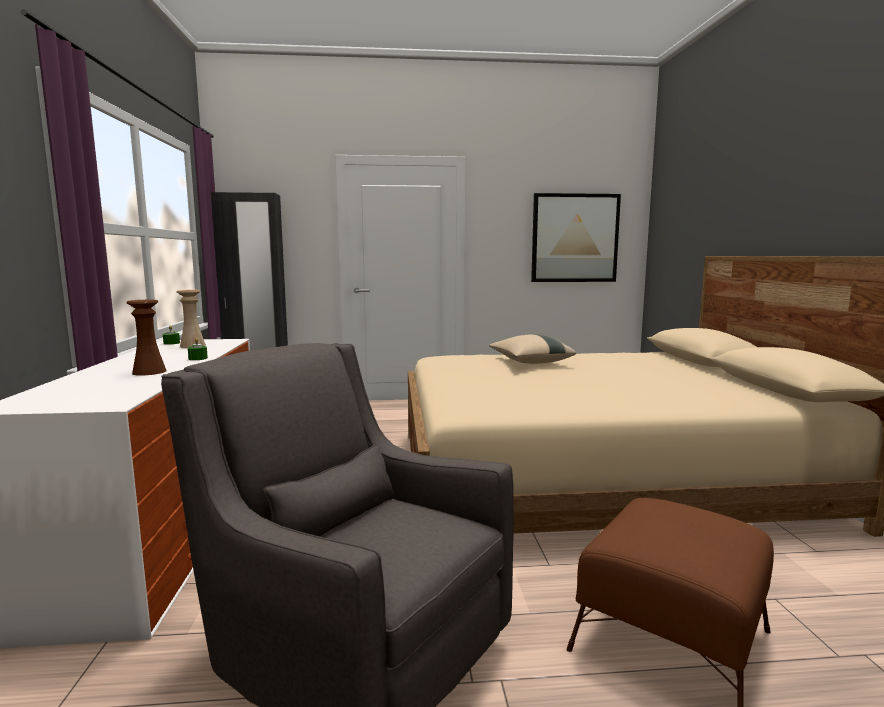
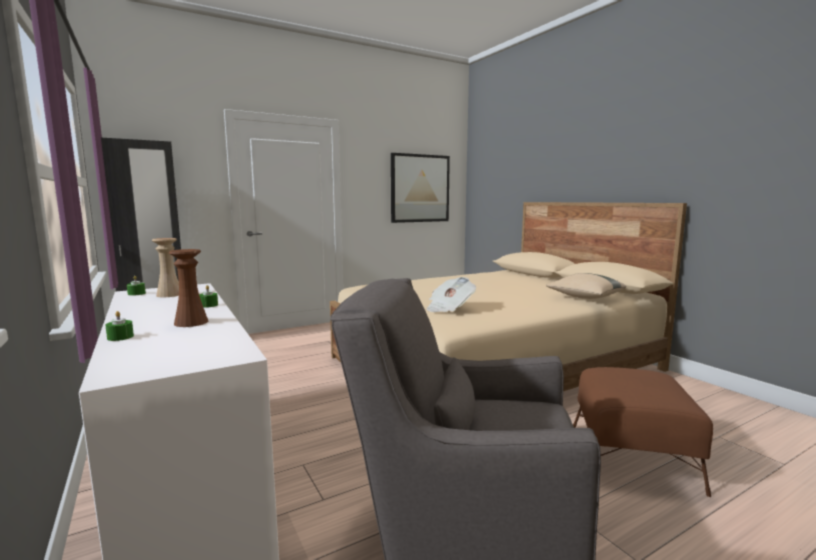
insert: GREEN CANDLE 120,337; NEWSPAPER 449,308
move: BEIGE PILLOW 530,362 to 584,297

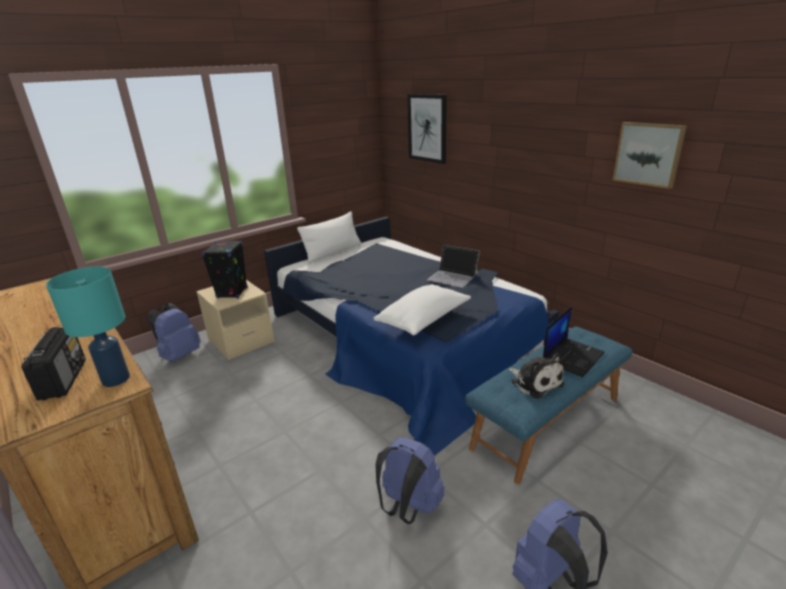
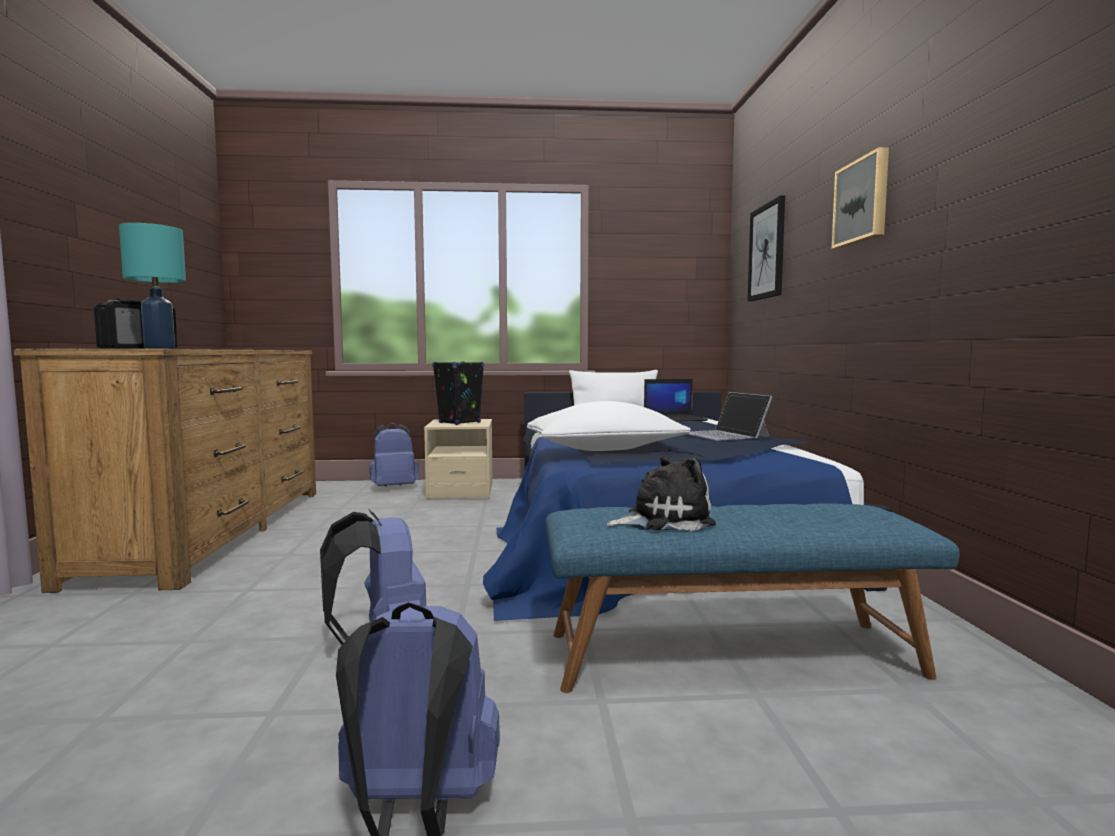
move: LAPTOP 572,357 to 675,419; PICTURE 648,154 to 863,201
rotate: PLUSH TOY 535,382 = 663,520 105 degrees counterclockwise

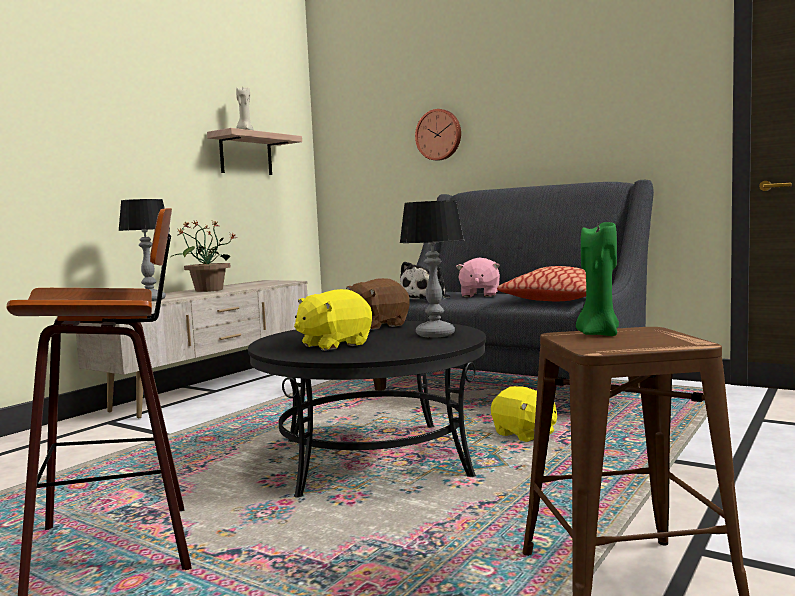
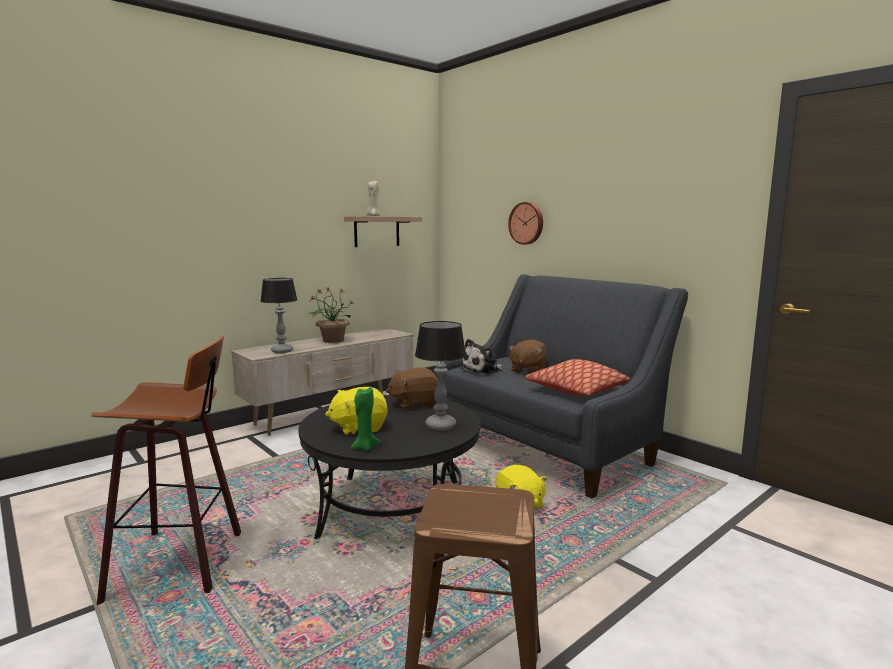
move: GREEN CANDLE 598,334 to 365,447
recolor: PINK PLUSH TOY 479,295 to BROWN PLUSH TOY 527,370

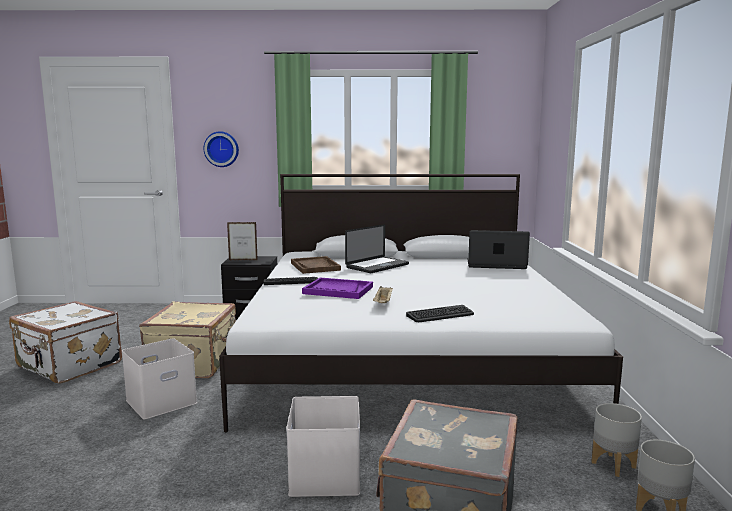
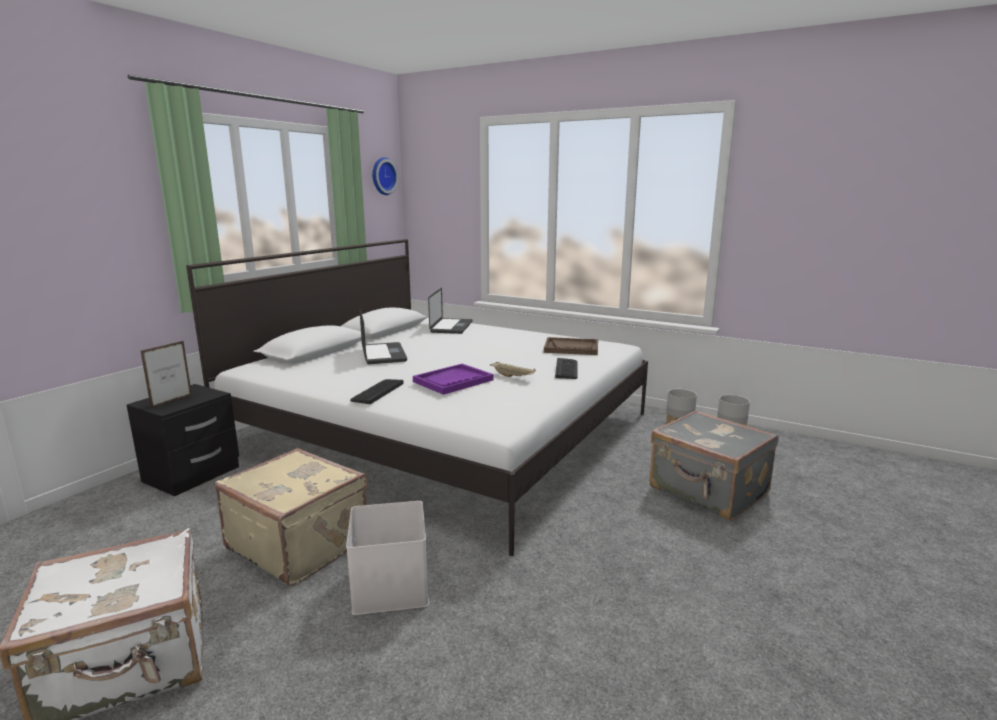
delete: WHITE STORAGE BOX 327,476
move: WALL CLOCK 221,149 to 382,176; BROWN TRAY 315,266 to 571,348
rotate: LAPTOP 496,265 = 451,327 150 degrees clockwise

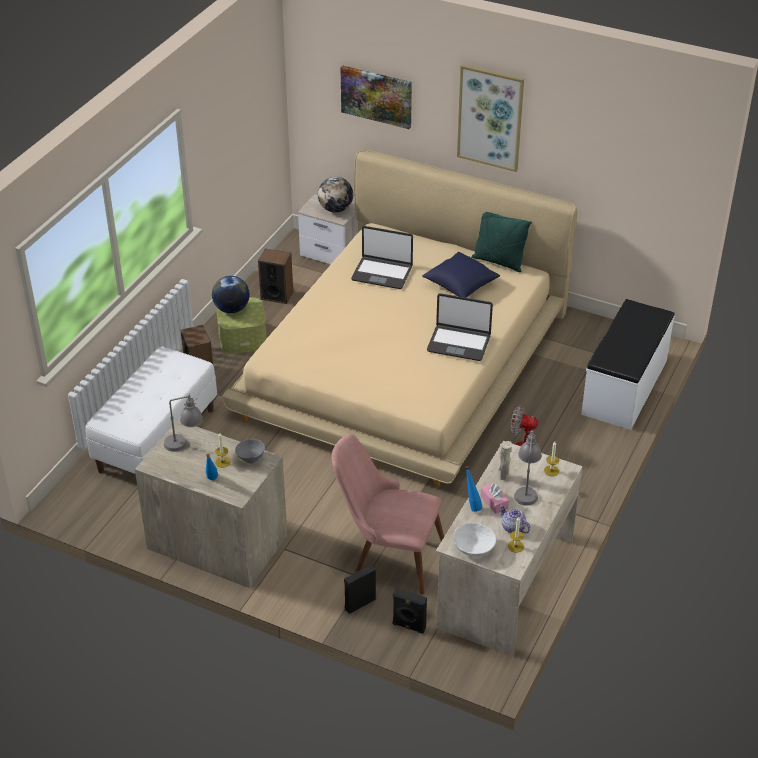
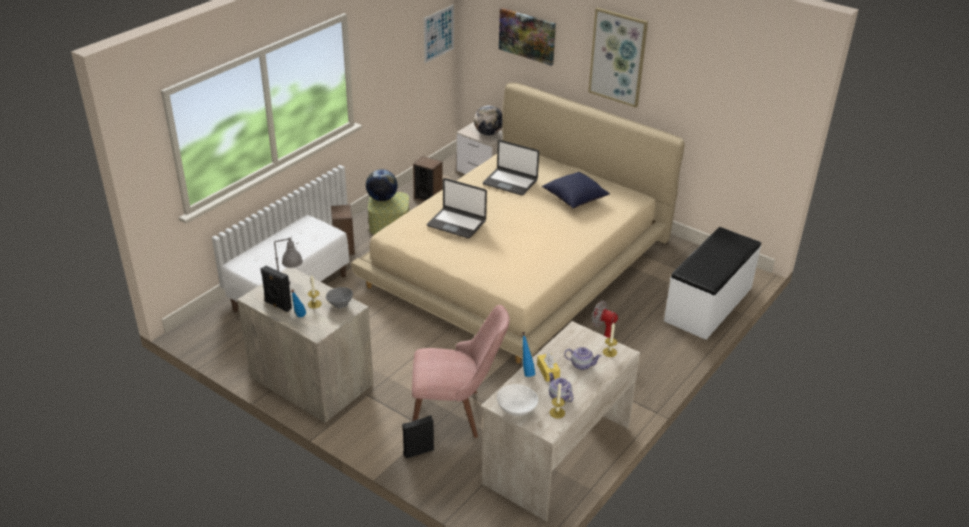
delete: GREEN PILLOW 498,262; BEIGE VASE 503,476
insert: PICTURE 439,33
move: BLACK SPEAKER 408,626 to 277,305; LAPTOP 459,343 to 457,223
replace: GREY TABLE LAMP 526,489 to TEAPOT 581,364
recolor: PINK TISSUE BOX 494,502 to YELLOW TISSUE BOX 548,371
rotate: PINK CHAIR 387,555 = 456,413 150 degrees clockwise

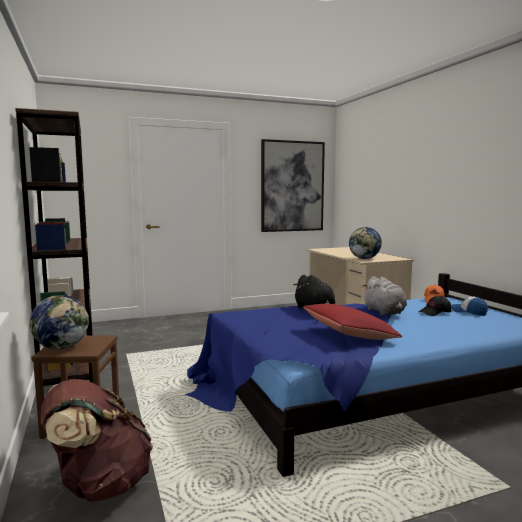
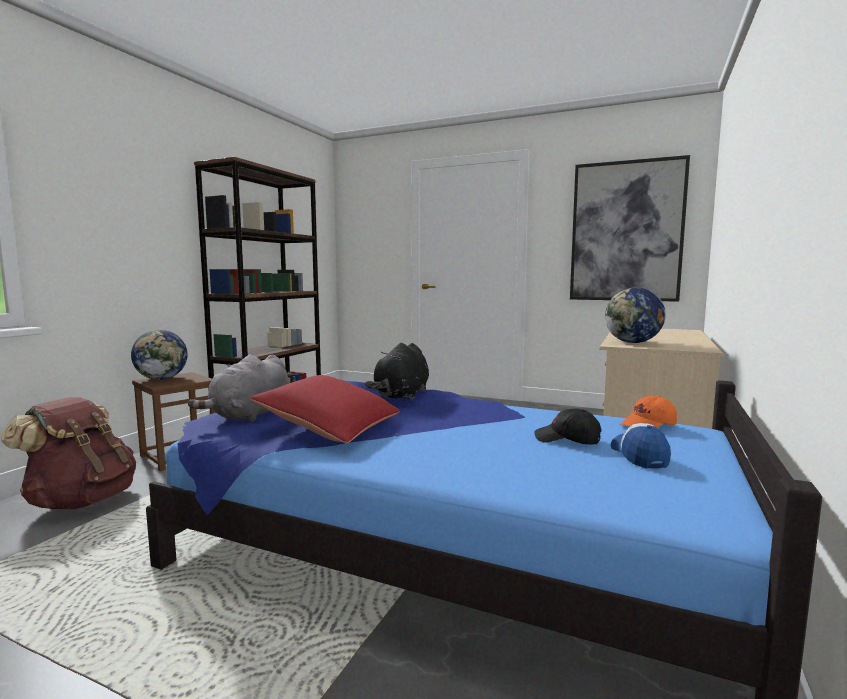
move: GREY PLUSH TOY 385,312 to 250,415

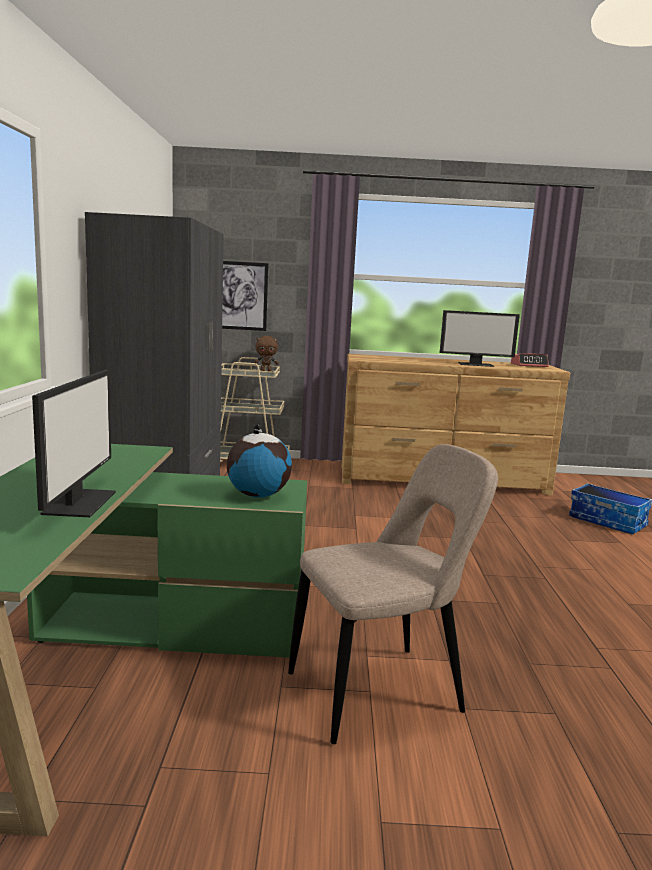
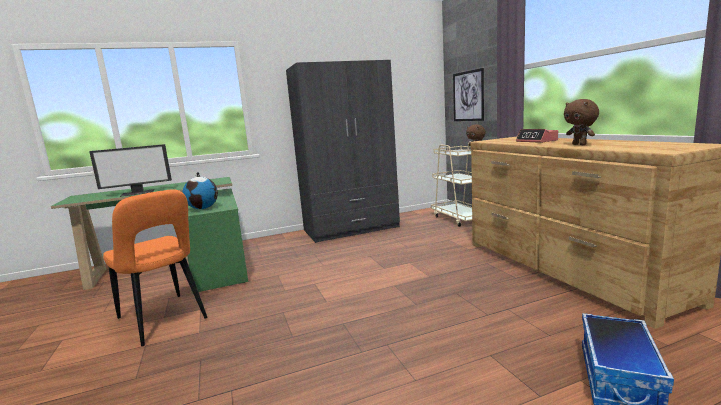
move: ALARM CLOCK 529,365 to 536,141
replace: MONITOR 476,364 to BROWN PLUSH TOY 580,144
recolor: BEIGE CHAIR 382,691 to ORANGE CHAIR 164,320

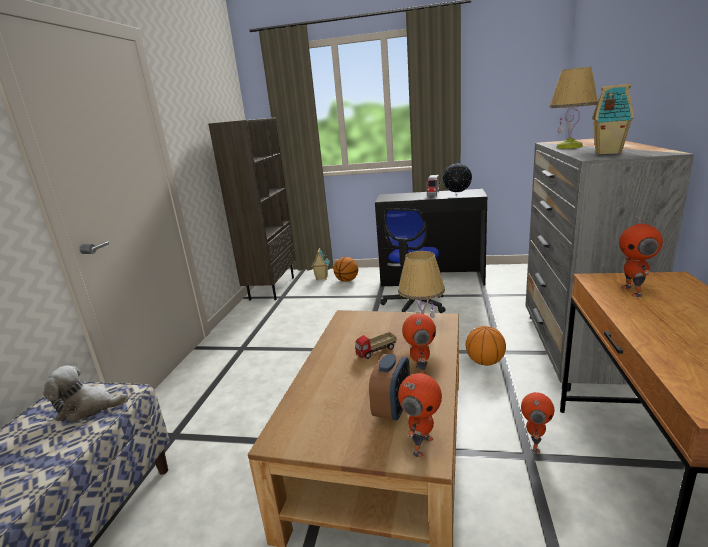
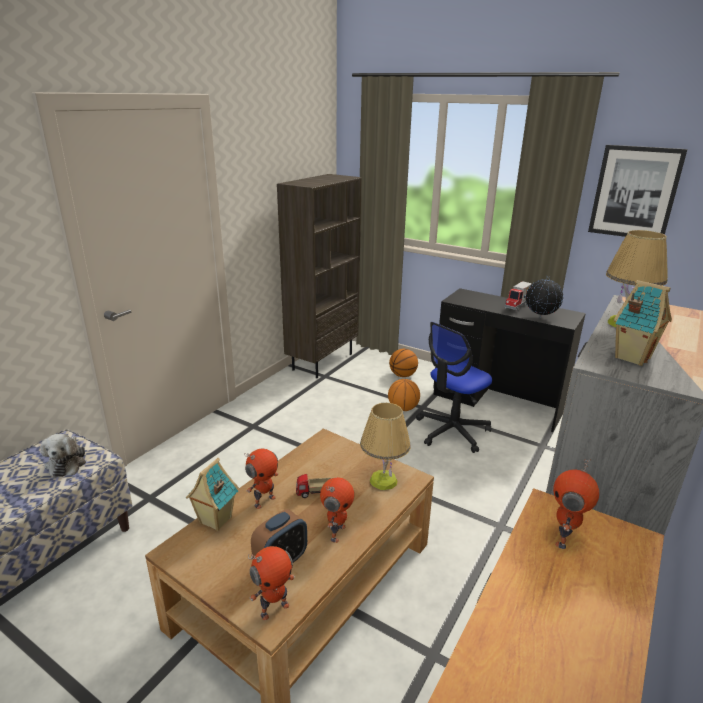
insert: PICTURE 634,192
move: TOY HOUSE 321,278 to 215,521; BASKETBALL 484,362 to 403,408; TOY ROBOT 534,444 to 264,501
rotate: PLUSH TOY 88,408 = 67,463 120 degrees counterclockwise

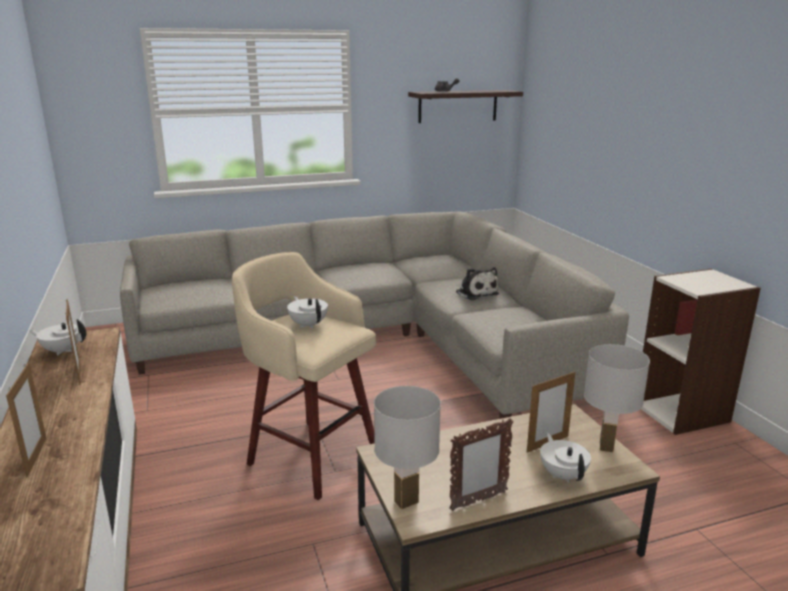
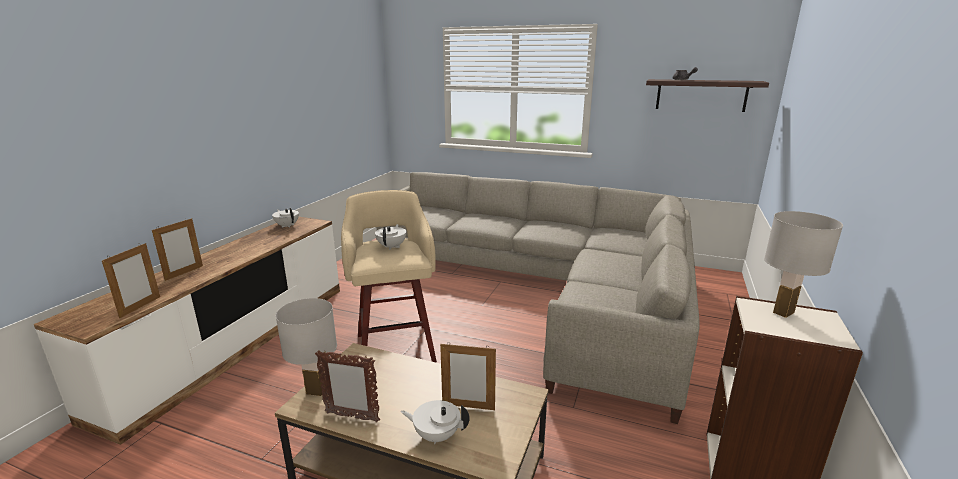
delete: PLUSH TOY 475,293
move: PICTURE FRAME 79,373 to 140,307; WHITE TABLE LAMP 607,446 to 783,313
rotate: WHITE TEAPOT 563,475 = 436,435 105 degrees counterclockwise

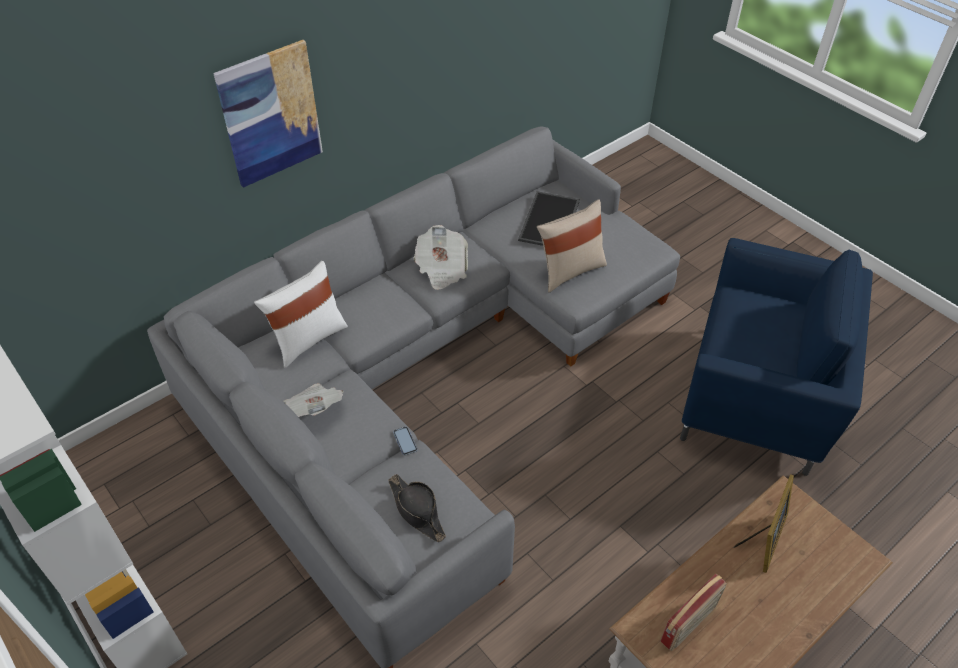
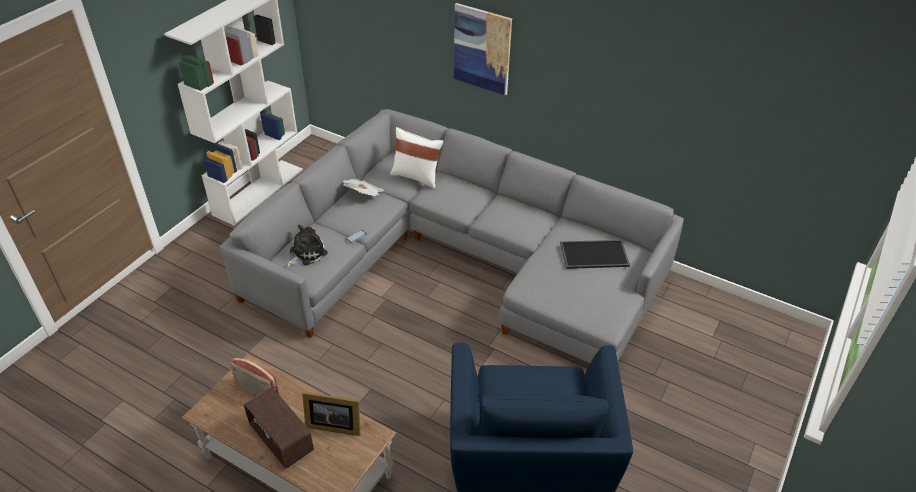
delete: NEWSPAPER 442,269; BEIGE PILLOW 570,271
insert: RADIO 281,438
replace: BLACK HAT 417,511 to PLUSH TOY 306,253

